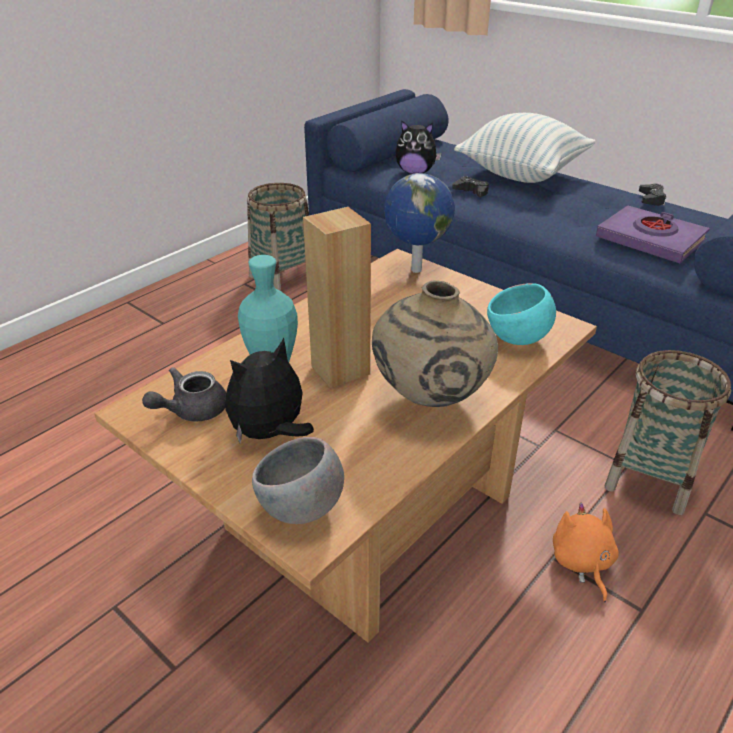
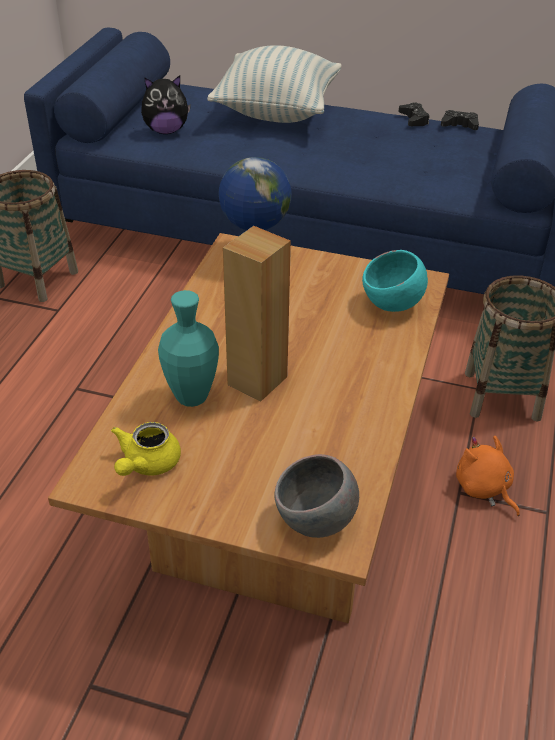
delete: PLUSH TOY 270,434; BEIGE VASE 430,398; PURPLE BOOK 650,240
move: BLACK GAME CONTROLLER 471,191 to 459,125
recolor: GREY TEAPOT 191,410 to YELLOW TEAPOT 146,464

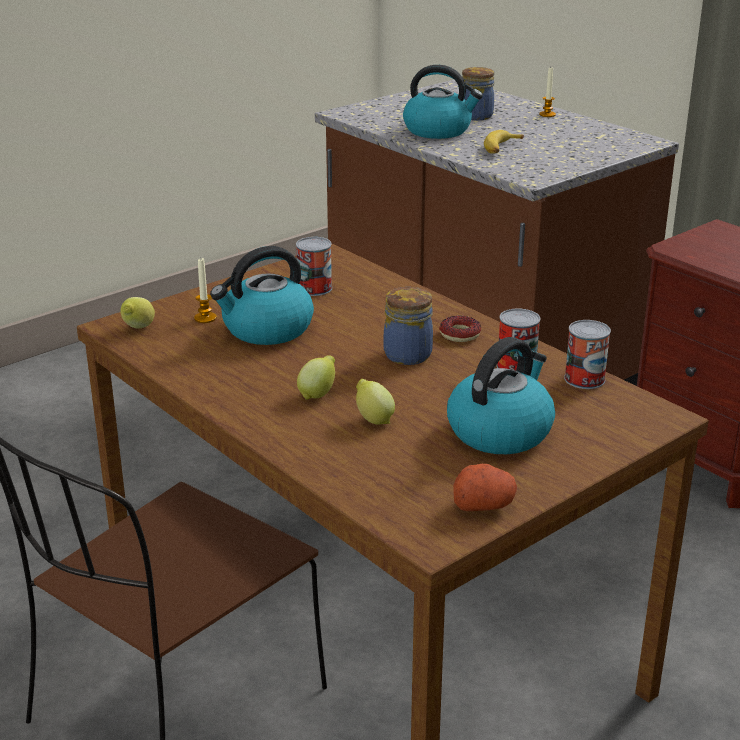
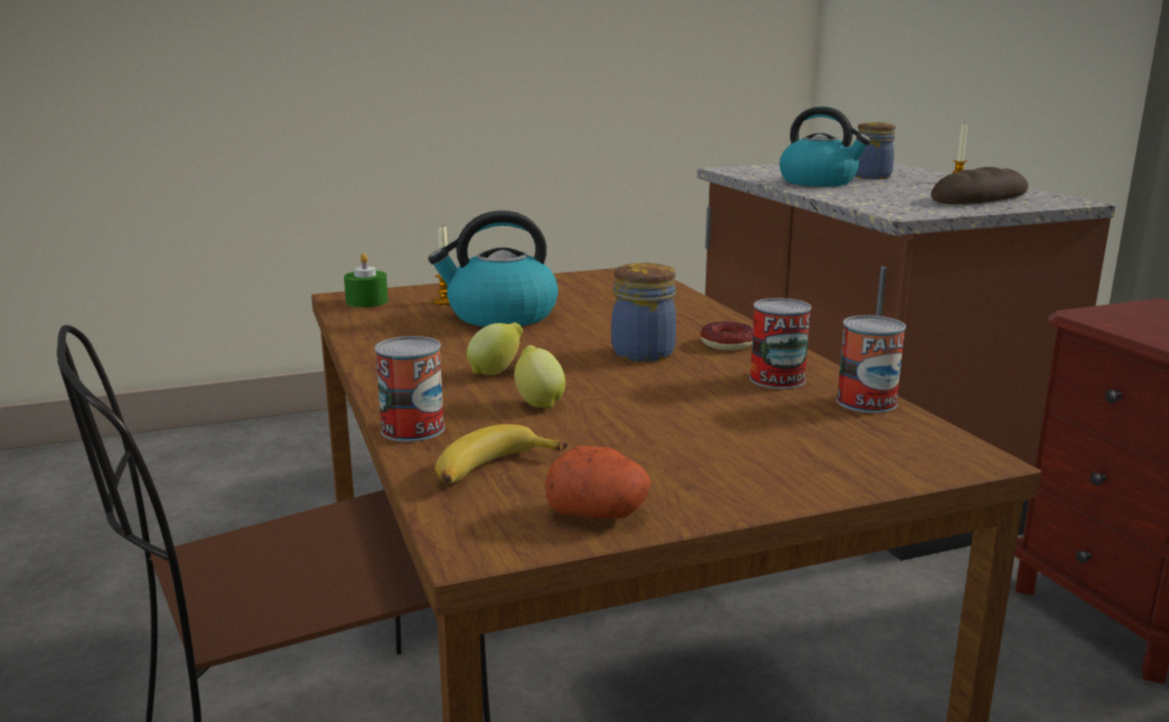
delete: KETTLE 500,431
insert: BREAD 979,198
move: CAN 314,288 to 412,429; BANANA 501,148 to 492,470
replace: LEMON 138,328 to GREEN CANDLE 367,301

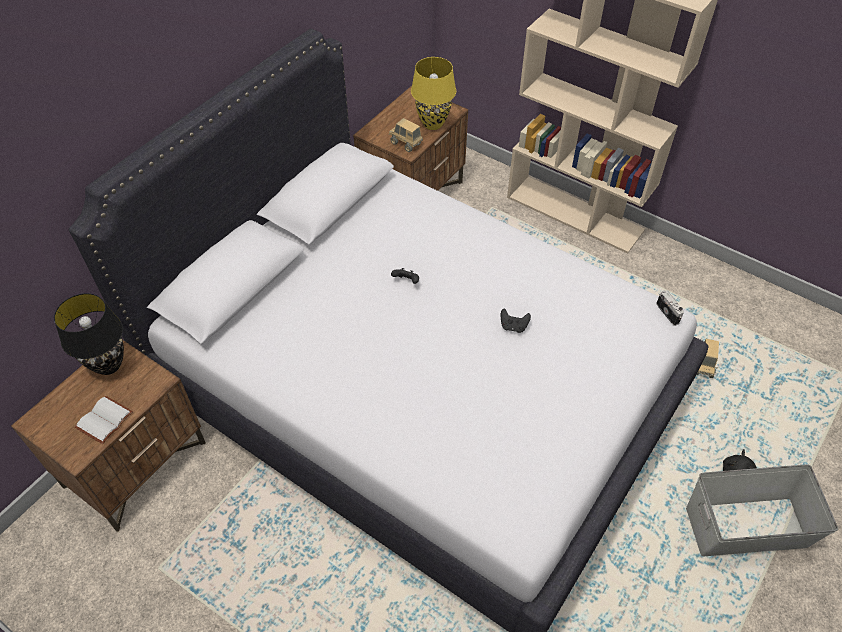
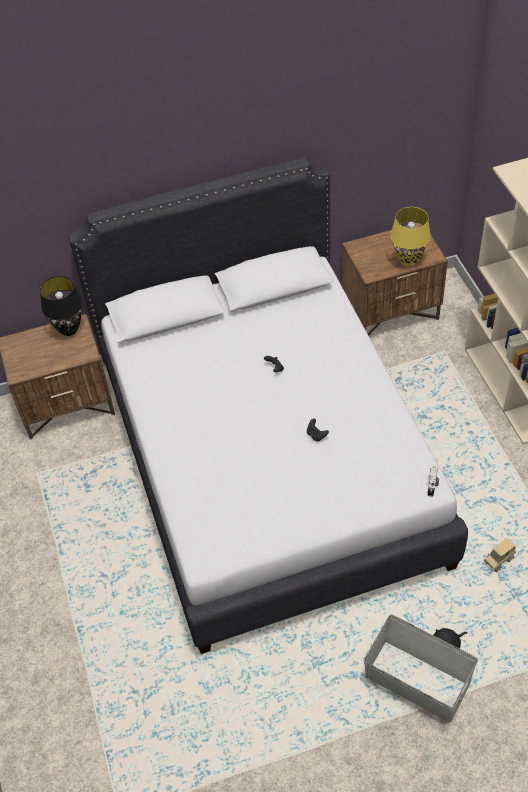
delete: WHITE BOOK 105,421; TOY TRUCK 406,144

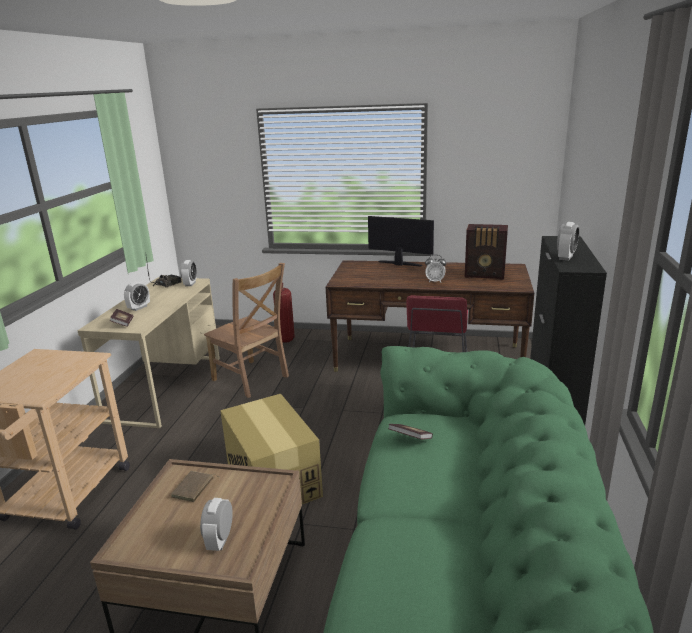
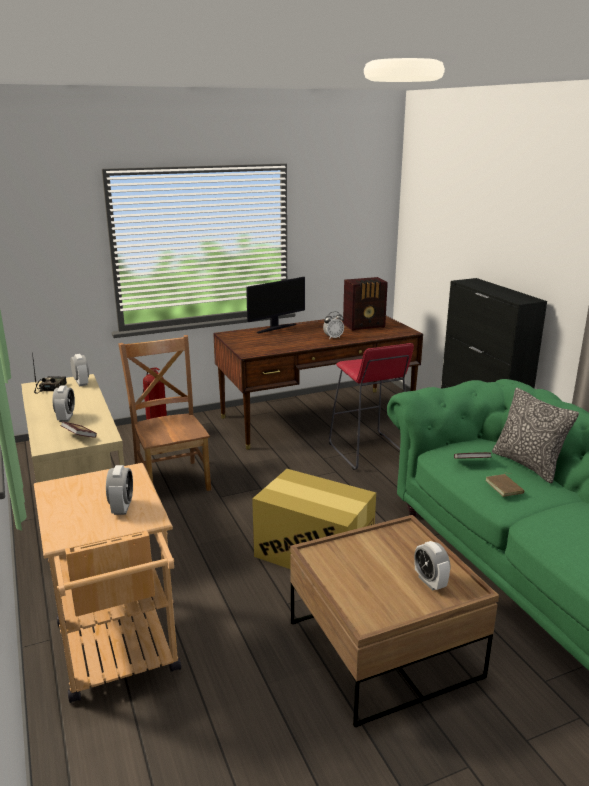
insert: PILLOW 527,464
move: BROWN BOOK 194,488 to 505,487; ALARM CLOCK 565,257 to 122,508
rotate: BROWN CHAIR 252,379 = 172,479 120 degrees counterclockwise; MONITOR 399,264 = 275,328 150 degrees clockwise

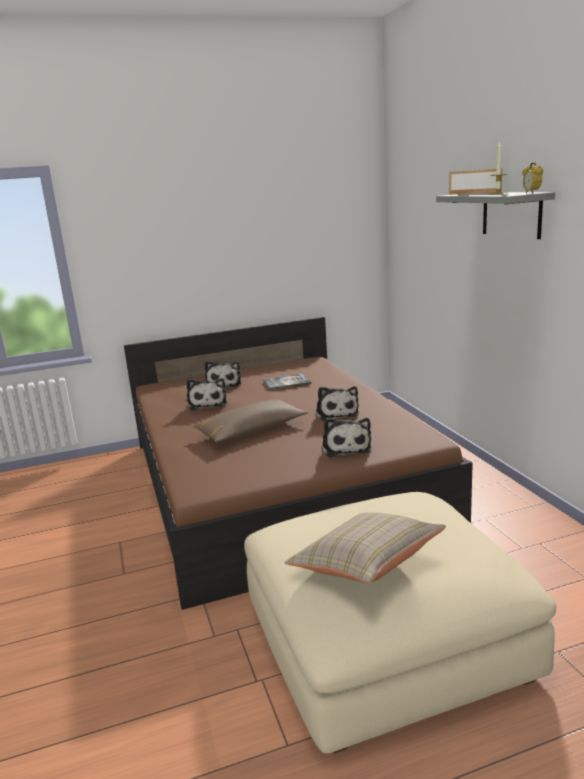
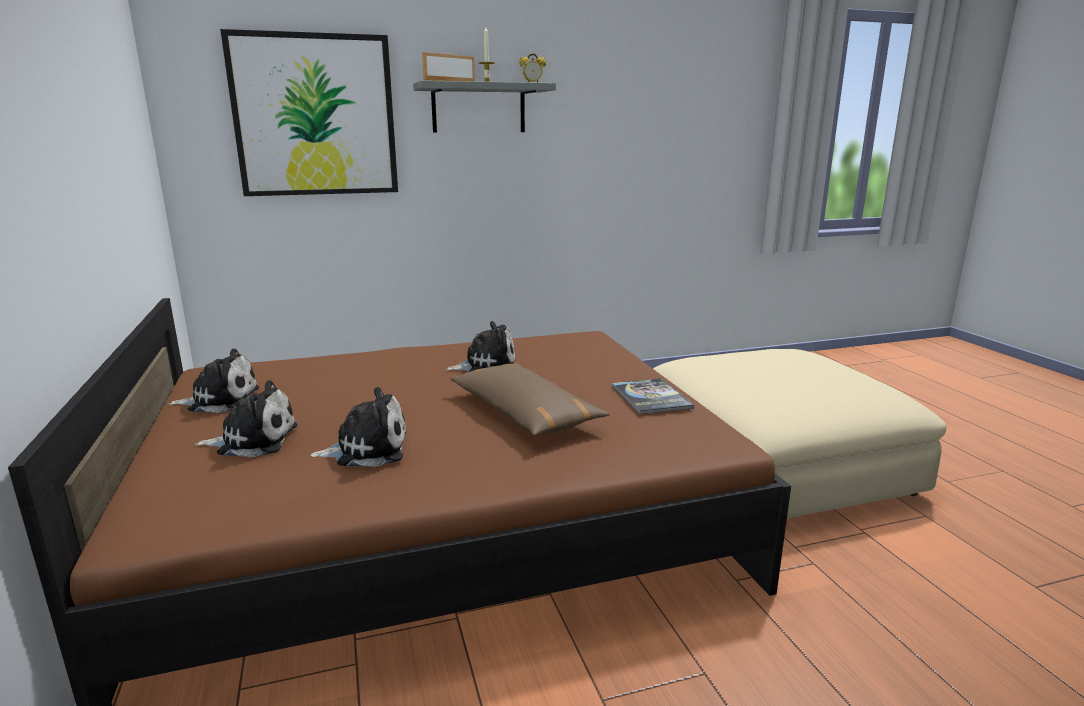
delete: BEIGE PILLOW 365,566
insert: PICTURE 315,116
move: BOOK 286,382 to 651,397; PLUSH TOY 346,447 to 220,400

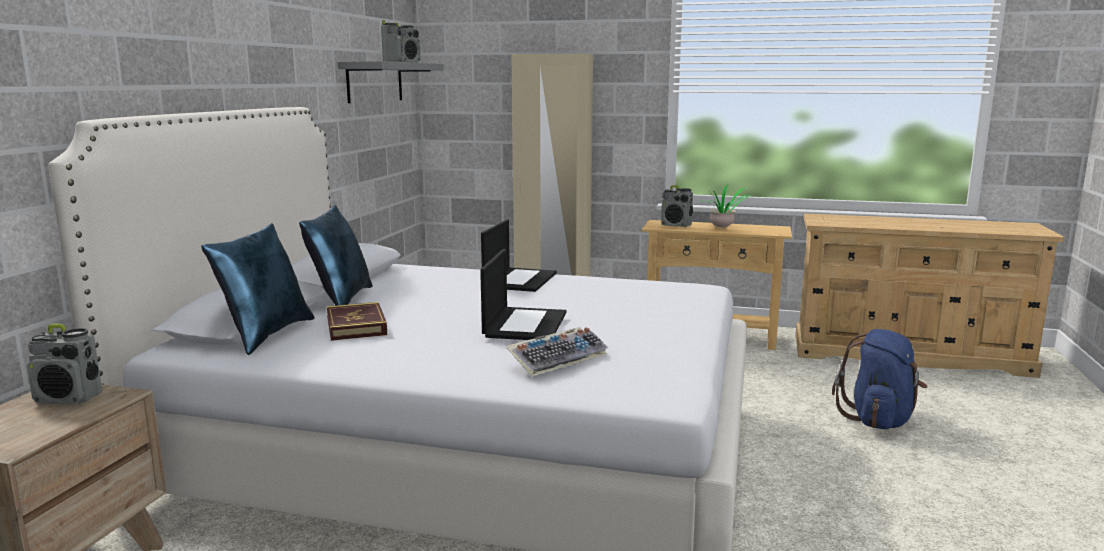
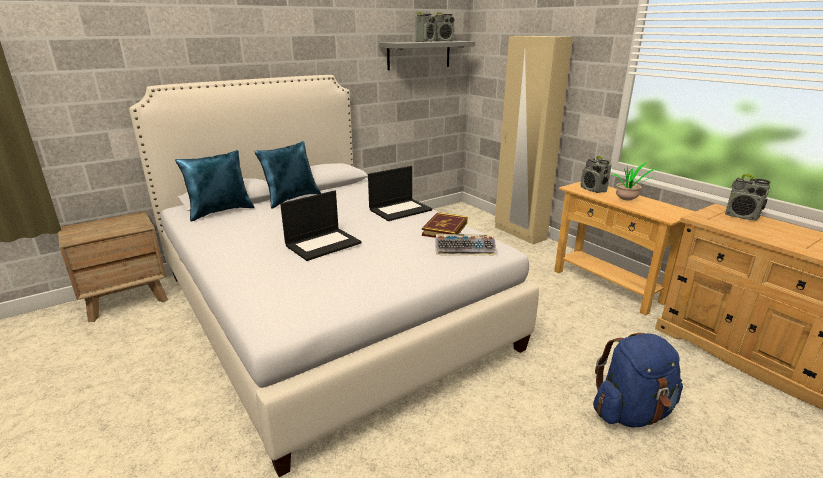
move: RADIO 69,398 to 742,216; BOOK 356,326 to 445,229; KEYBOARD 558,358 to 465,249

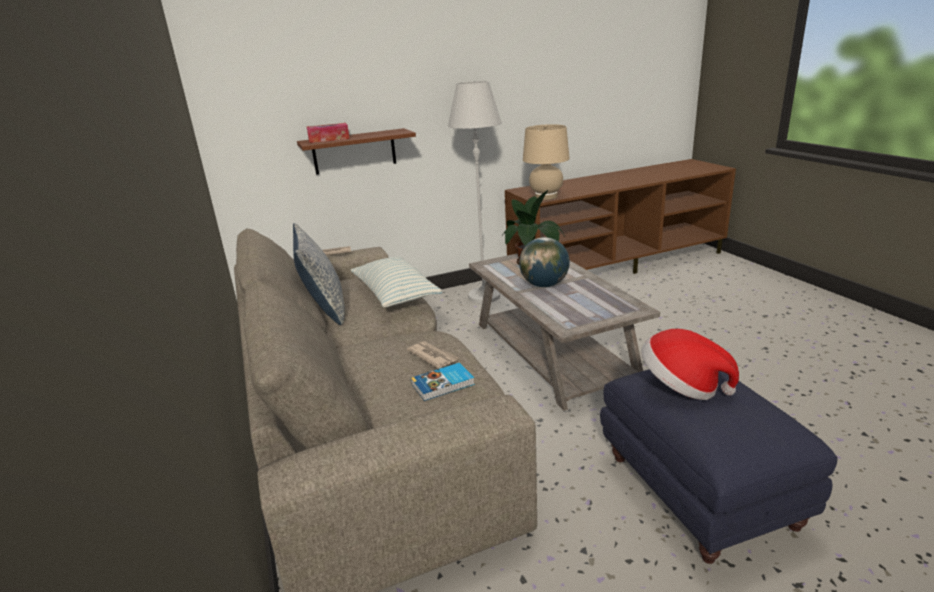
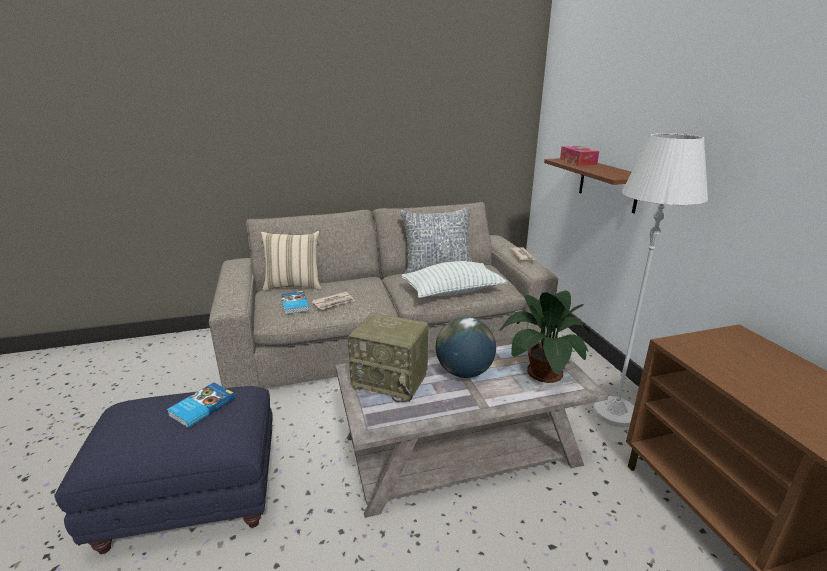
delete: BEIGE TABLE LAMP 546,196
insert: BEIGE PILLOW 294,285; RADIO 391,380
replace: HAT 682,386 to BOOK 201,407

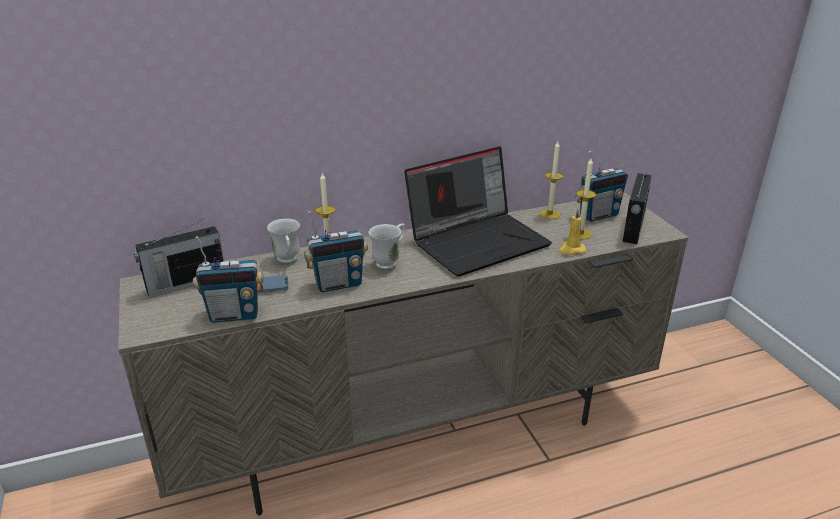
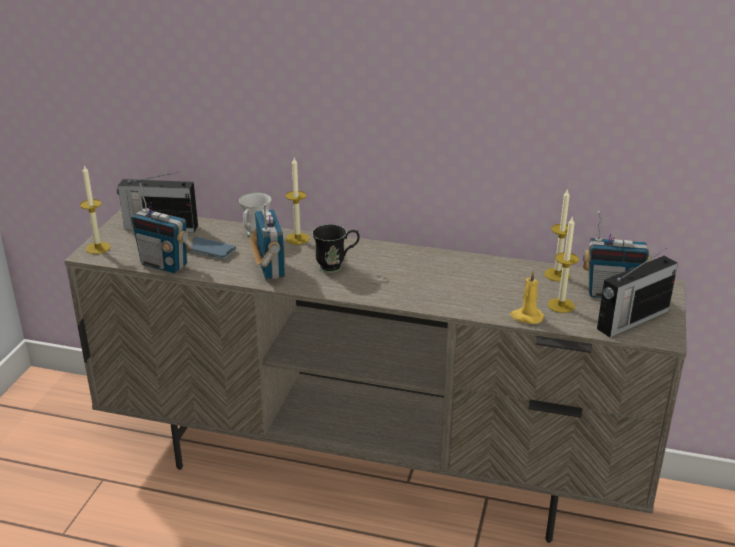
delete: LAPTOP 478,241
insert: CANDLE 98,248
recolor: WHITE MUG 390,262 to BLACK MUG 336,266
rotate: RADIO 338,284 = 270,269 120 degrees counterclockwise

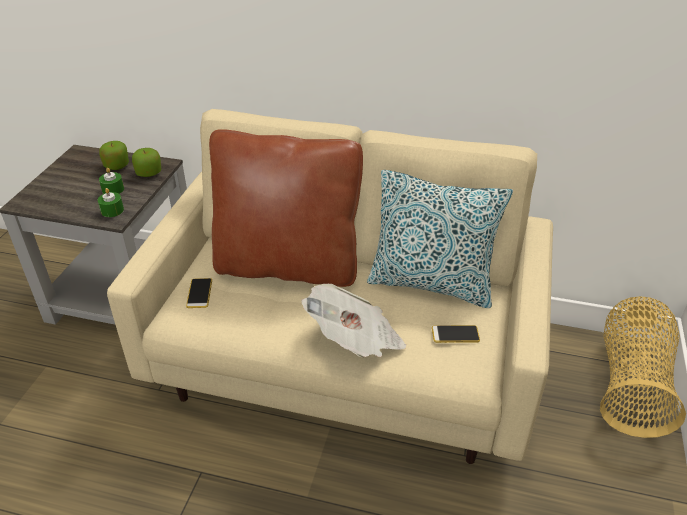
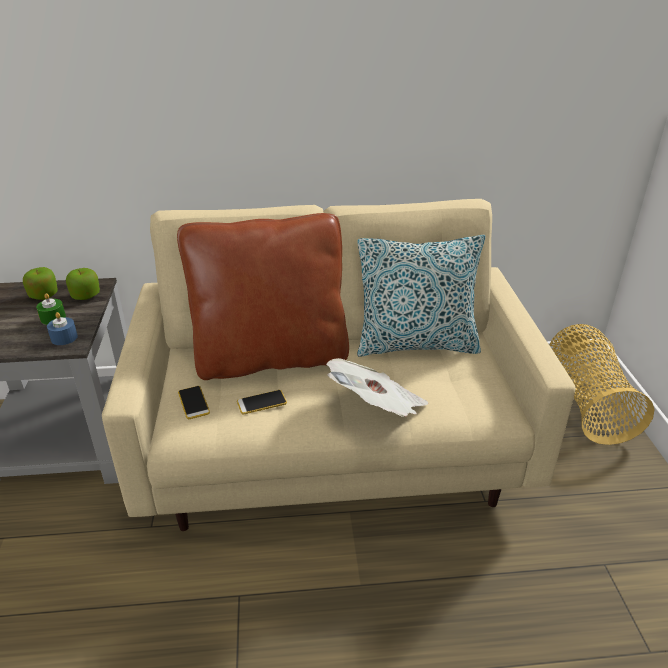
move: PHONE 455,334 to 261,402
recolor: GREEN CANDLE 112,210 to BLUE CANDLE 64,338

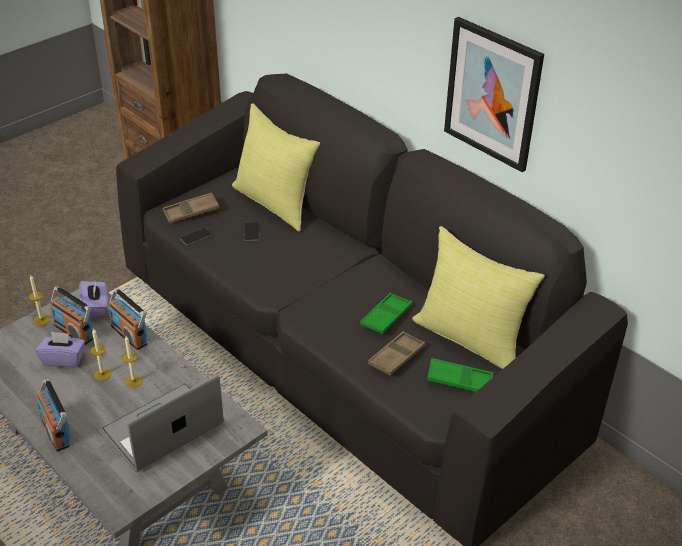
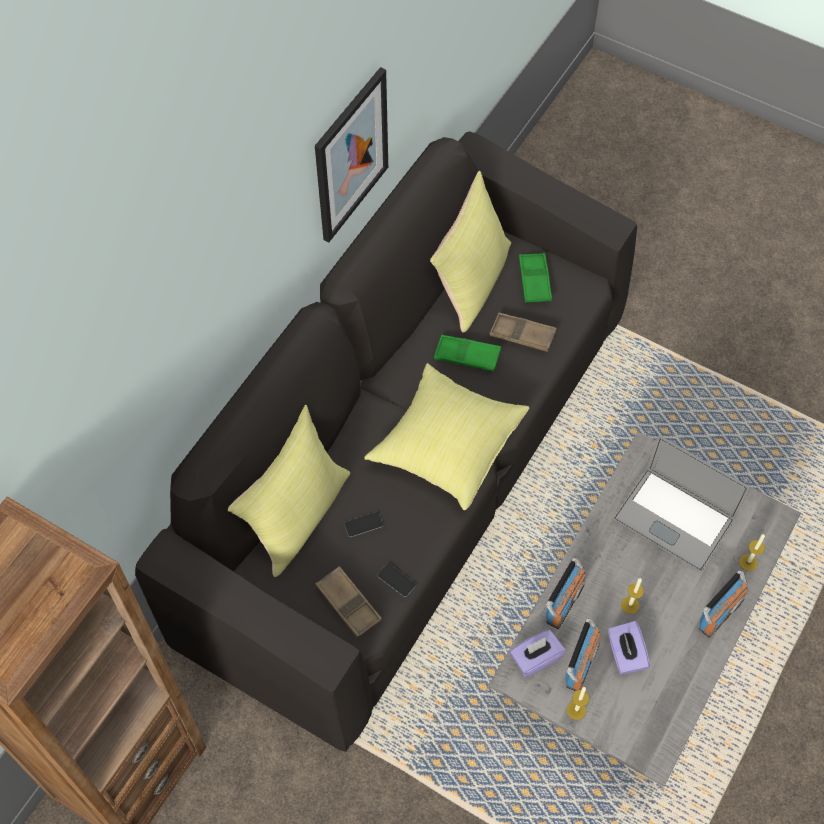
insert: YELLOW PILLOW 446,445
move: CANDLE 134,381 to 748,562

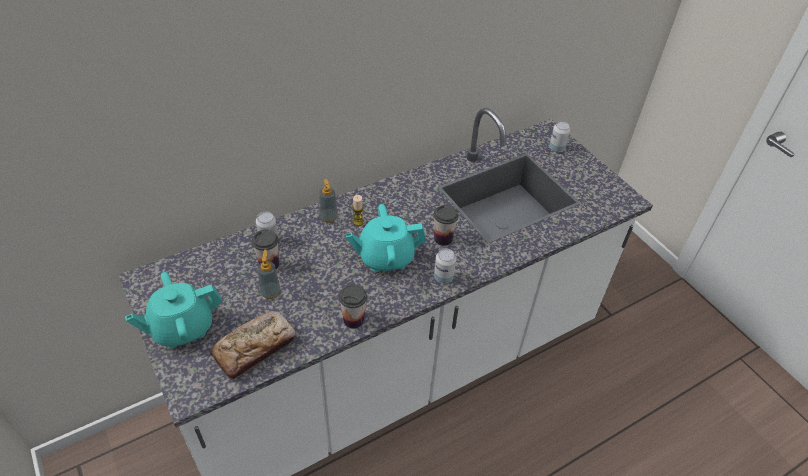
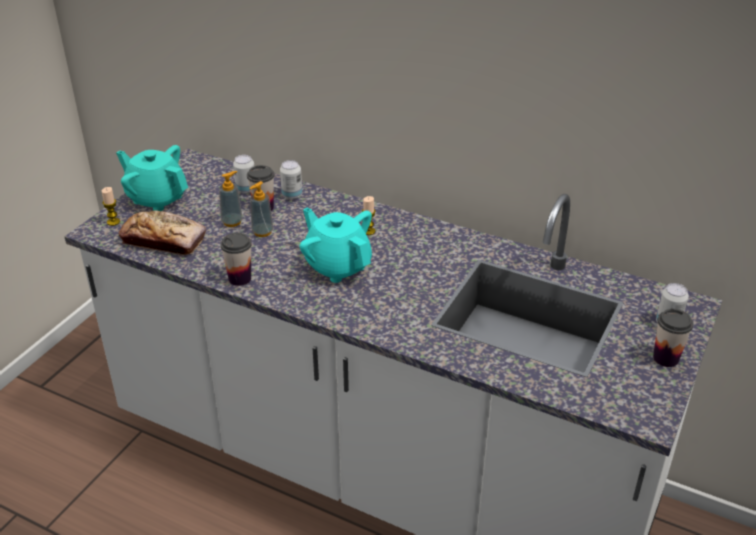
insert: CANDLE 113,222
move: SOAP DISPENSER 328,217 to 262,232; CUP 443,239 to 666,358; CAN 443,277 to 246,189

